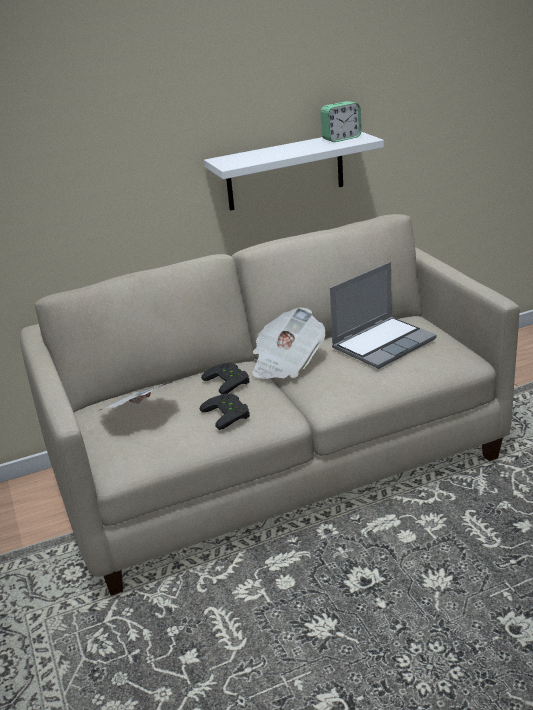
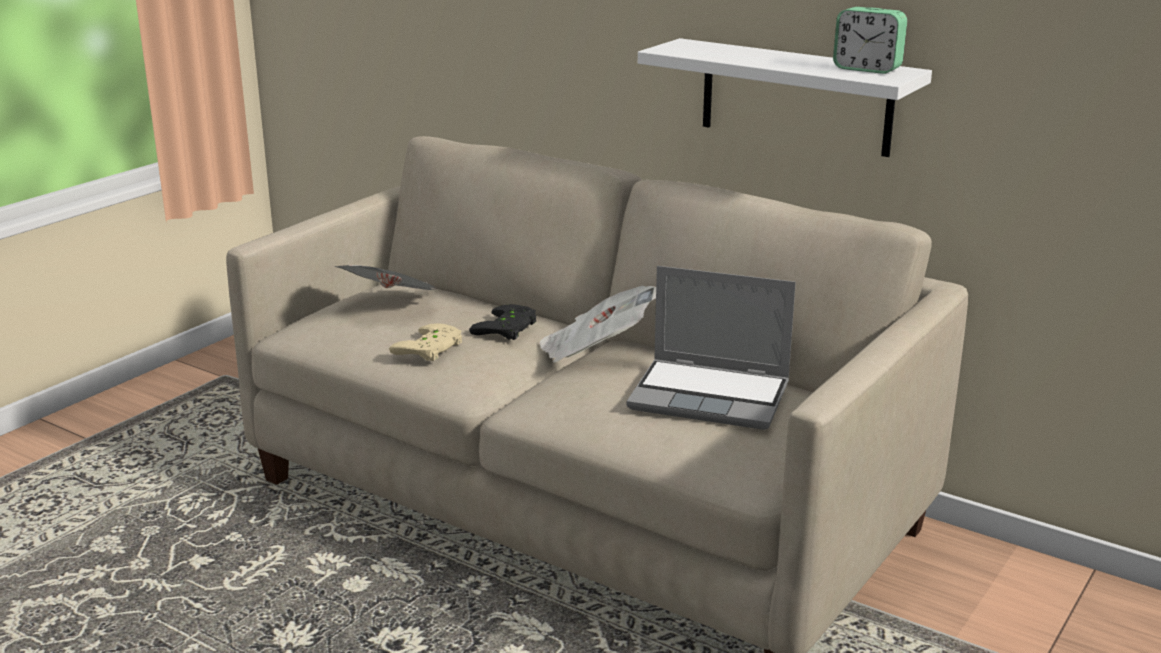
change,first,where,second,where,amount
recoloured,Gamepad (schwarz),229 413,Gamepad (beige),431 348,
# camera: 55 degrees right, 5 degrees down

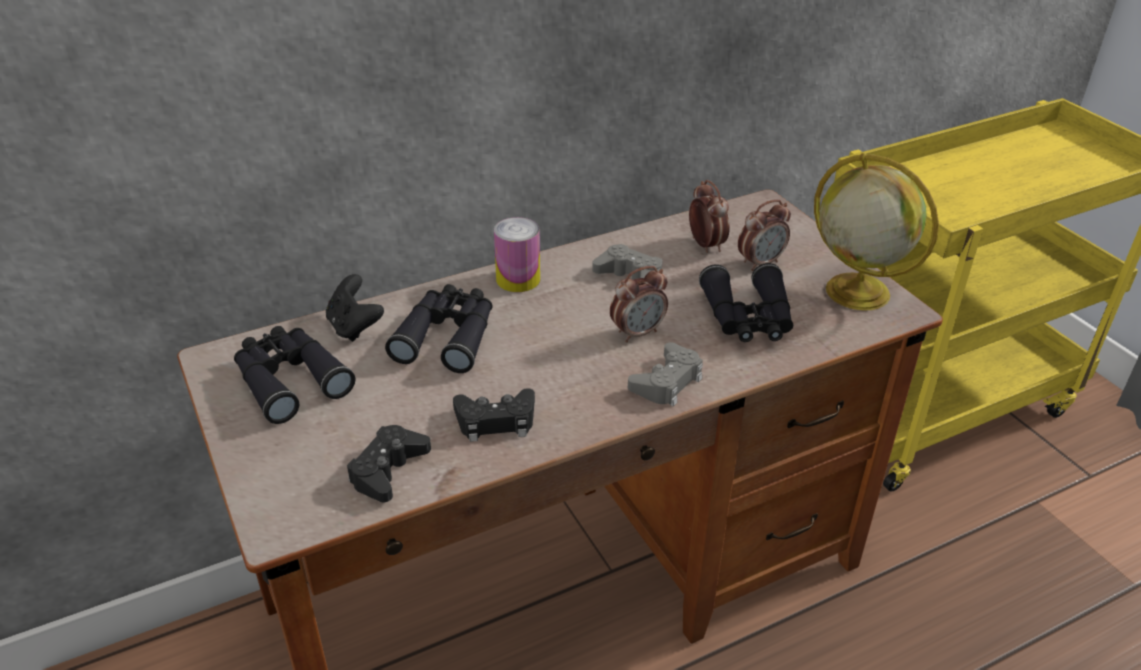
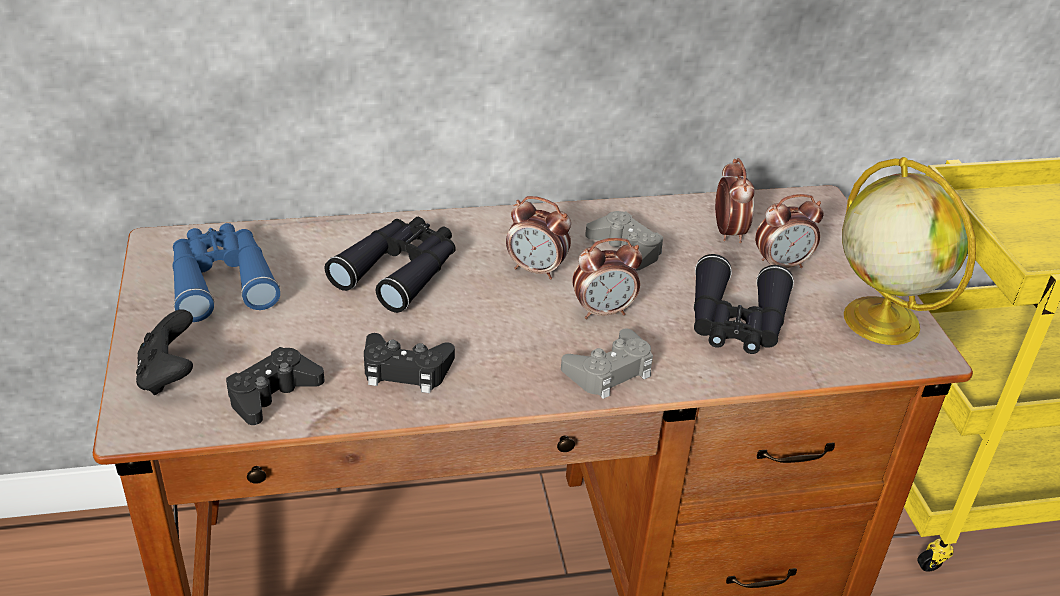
change,first,where,second,where,amount
removed,Dose,518 279,,,
moved,Gamepad (schwarz),354 327,,169 375,
recoloured,Fernglas (schwarz),289 380,Fernglas (blau),221 281,
added,,,Wecker,537 270,
# camera: 15 degrees right, 0 degrees up

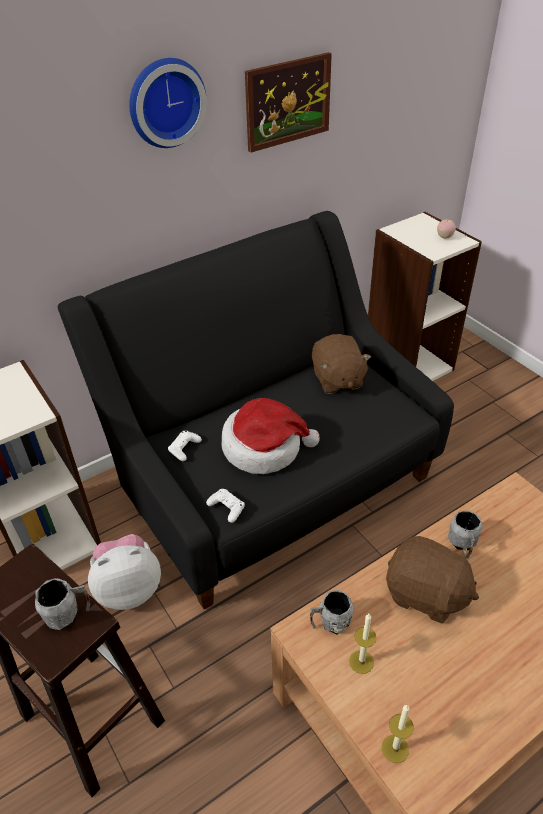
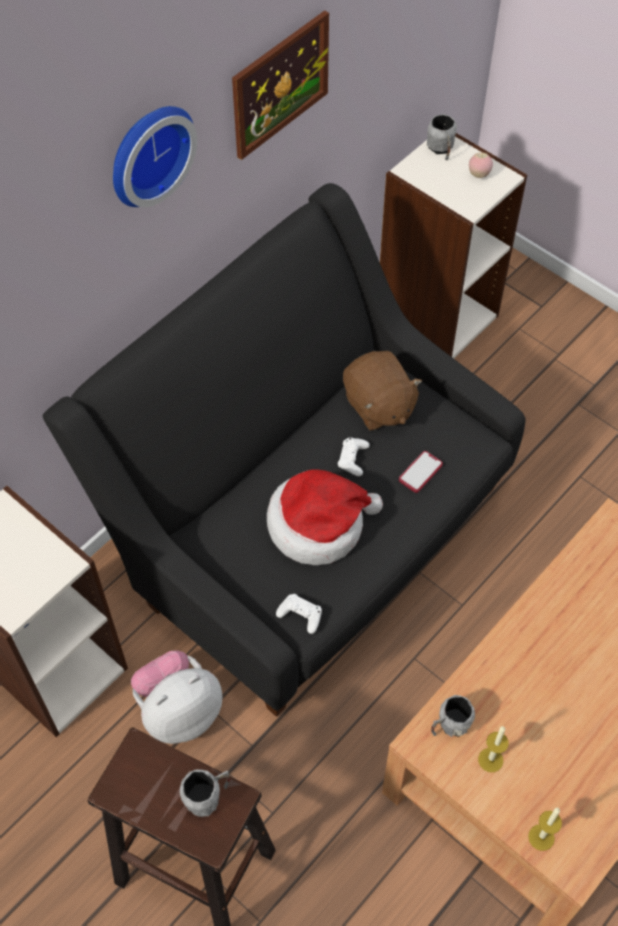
change,first,where,second,where,amount
moved,Gamepad (weiß),184 448,,353 459,
moved,Henkelbecher (grau),462 544,,441 149,
removed,Plüschtier (braun),426 594,,,
added,,,Handy,420 472,
# camera: 15 degrees left, 15 degrees up

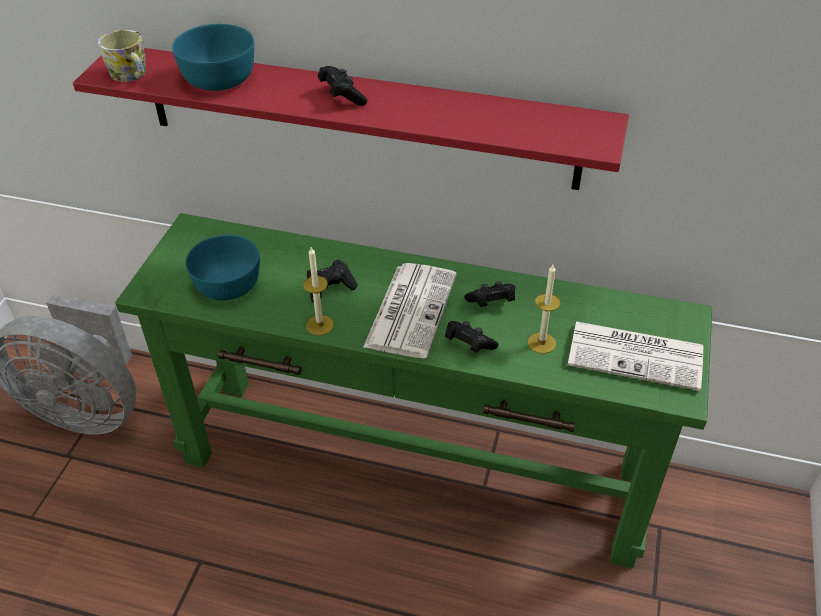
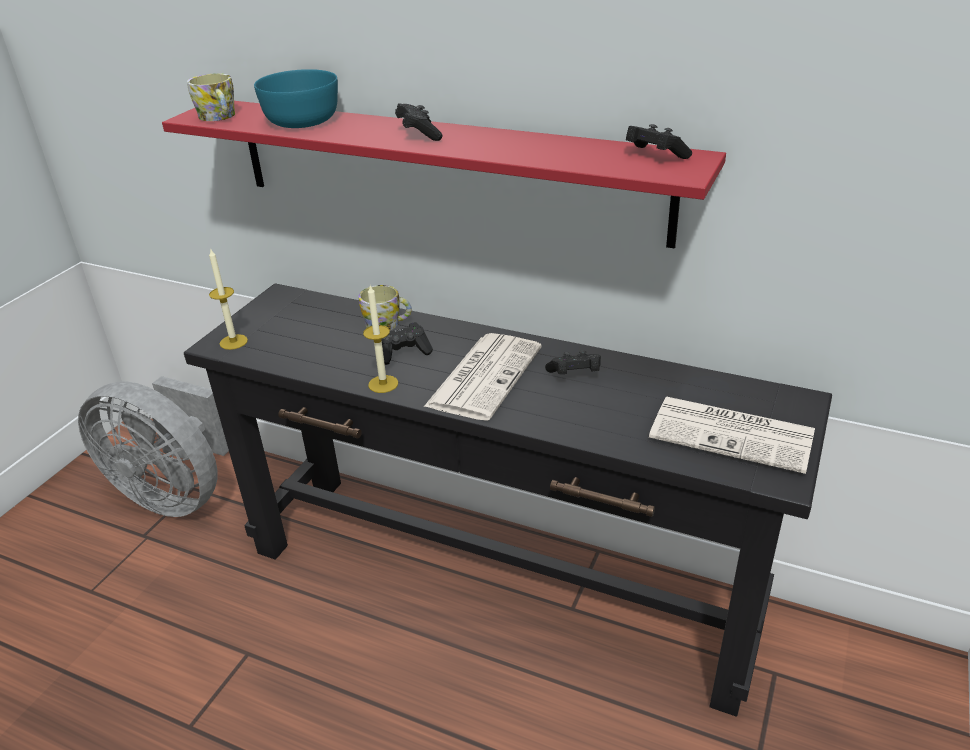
change,first,where,second,where,amount
recoloured,Konsolentisch (grün),413 466,Konsolentisch (schwarz),497 579,
removed,Schüssel (türkis),228 285,,,
moved,Kerze,541 343,,233 342,
moved,Gamepad (schwarz),468 344,,654 156,
added,,,Henkelbecher,387 324,
# camera: 10 degrees right, 10 degrees down

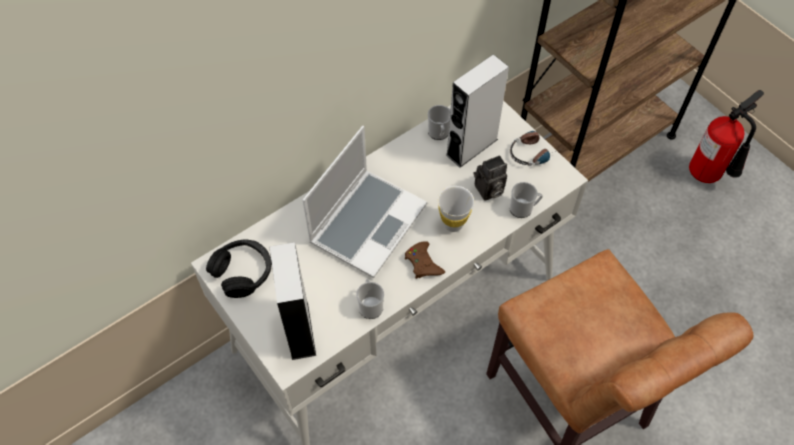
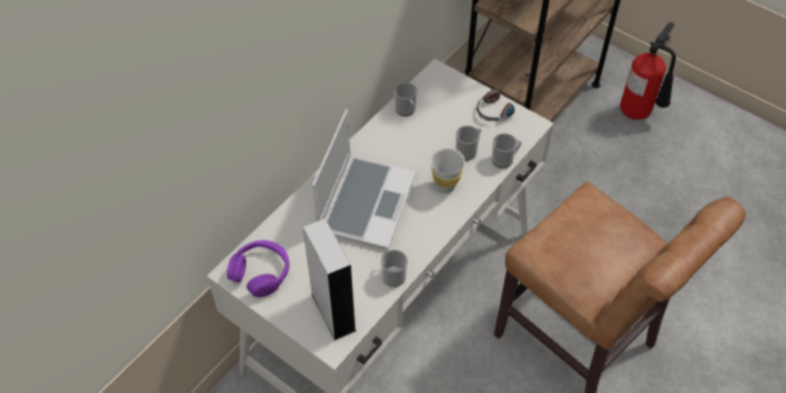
change,first,where,second,where,amount
removed,Lautsprecher (grau),471 147,,,
replaced,Kamera,488 191,Henkelbecher,468 151,
recoloured,Kopfhörer (schwarz),243 272,Kopfhörer (lila),261 272,
removed,Gamepad (braun),423 263,,,
# camera: 15 degrees left, 5 degrees down

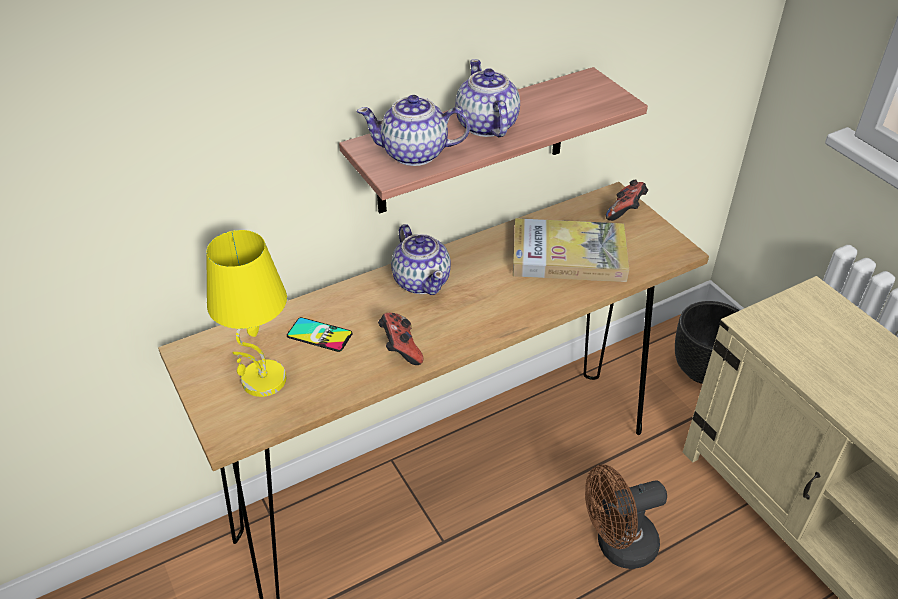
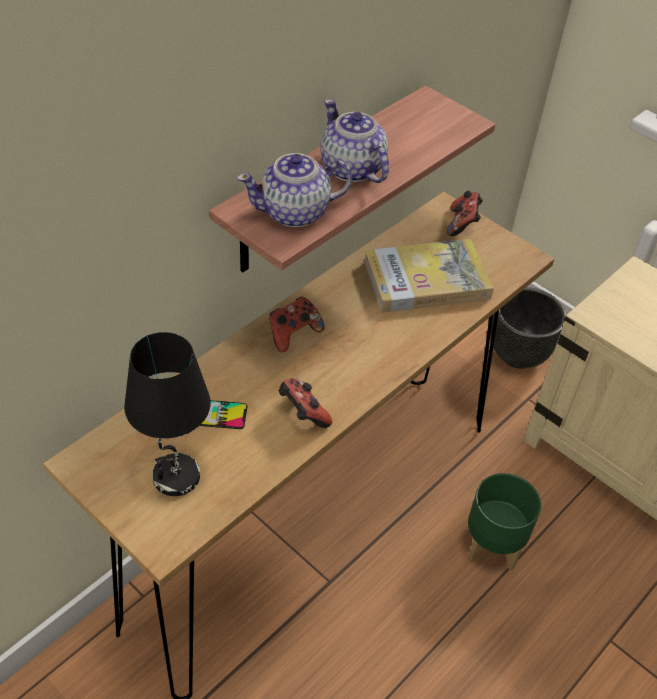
change,first,where,second,where,amount
replaced,Teekanne,421 280,Gamepad,293 334,
recoloured,Tischlampe (gelb),263 381,Tischlampe (schwarz),176 477,
replaced,Ventilator (braun),617 546,Pflanzkübel (grün),493 546,
# camera: 20 degrees left, 5 degrees up

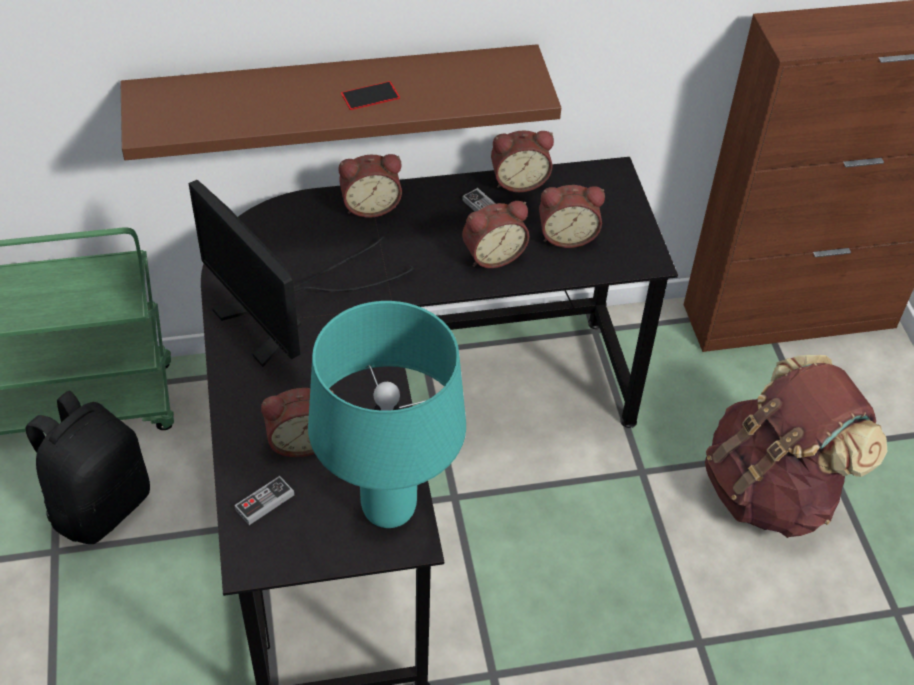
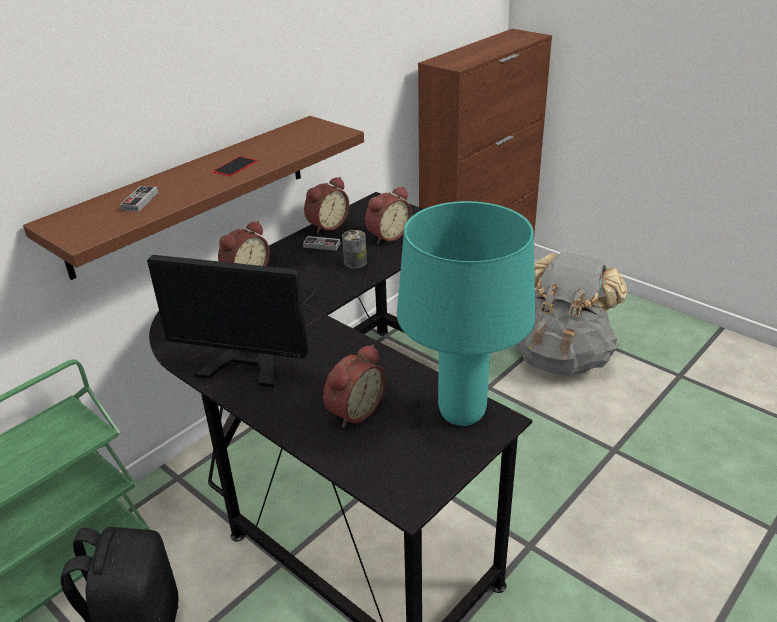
change,first,where,second,where,amount
replaced,Wecker,492 255,Dose,355 262,
recoloured,Rucksack (braun),772 490,Rucksack (grau),561 357,
moved,Gamepad,265 502,,140 201,
# camera: 35 degrees left, 15 degrees down

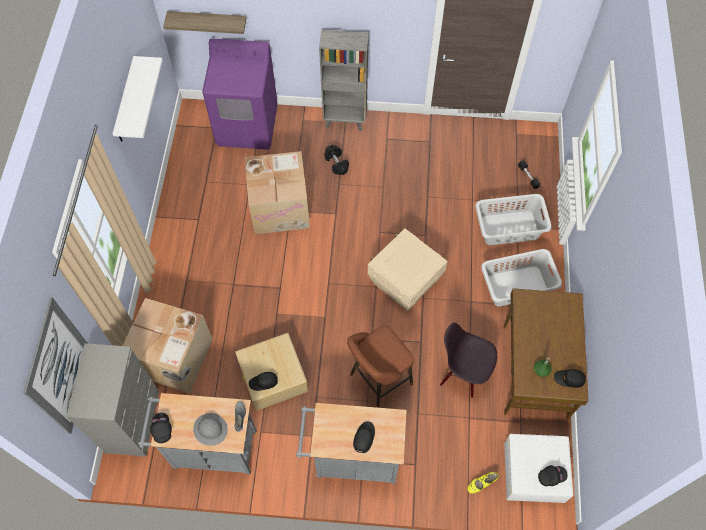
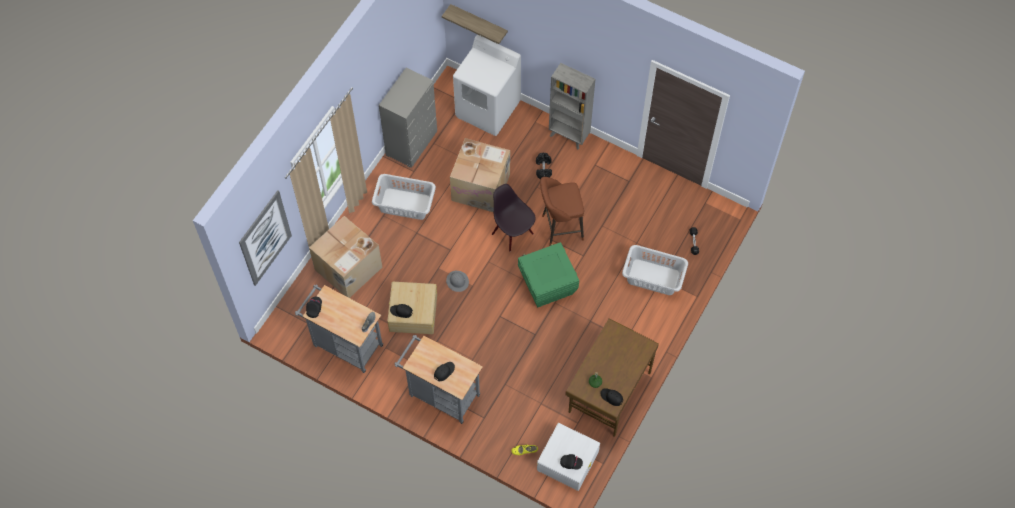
change,first,where,second,where,amount
recoloured,Waschmaschine (lila),247 126,Waschmaschine (weiß),488 109,
removed,Wandregal (weiß),126 102,,,
recoloured,Aufbewahrungsbox (beige),404 282,Aufbewahrungsbox (grün),547 285,
moved,Wäschekorb (grau),516 285,,404 203,
moved,Stuhl (schwarz),463 373,,513 233,
moved,Hocker (braun),378 381,,559 228,
moved,Kommode (grau),133 421,,412 143,
moved,Schutzhelm (grau),210 429,,457 281,
# camera: 25 degrees right, 0 degrees up

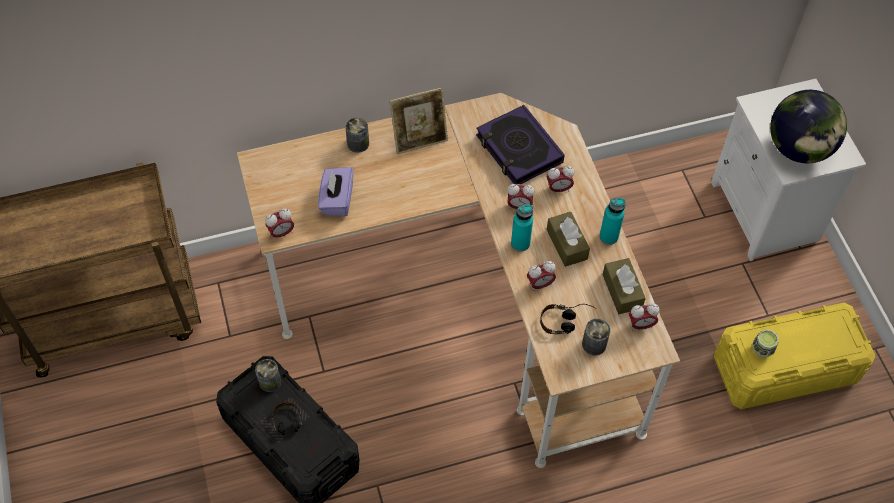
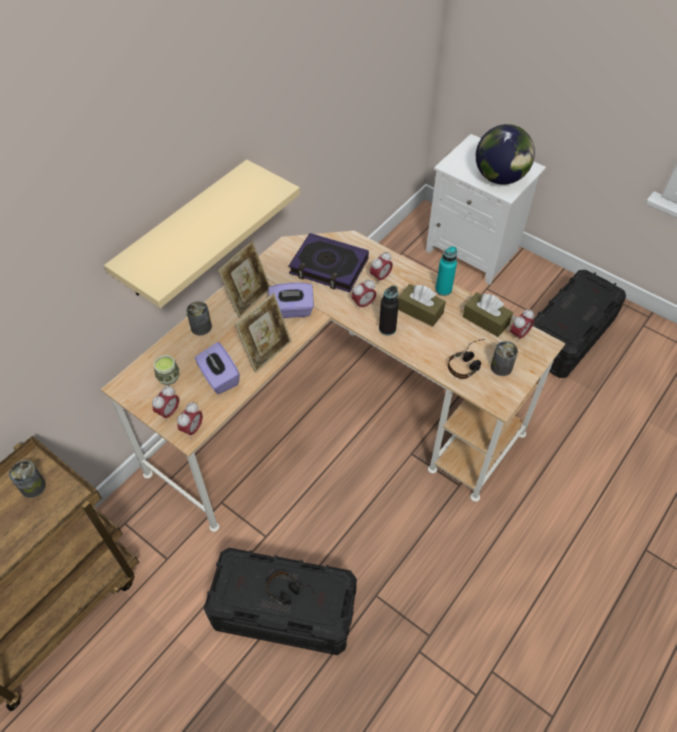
change,first,where,second,where,amount
recoloured,Flasche (türkis),520 243,Flasche (schwarz),387 329,
moved,Wecker,540 284,,169 412,
recoloured,Aufbewahrungsbox (gelb),785 368,Aufbewahrungsbox (schwarz),566 336,
moved,Tasse,762 349,,168 377,
moved,Dose,270 382,,33 486,
added,,,Wandregal (beige),184 231,
added,,,Taschentuchbox (lila),292 310,
added,,,Bilderrahmen,266 351,
# camera: 35 degrees left, 5 degrees down

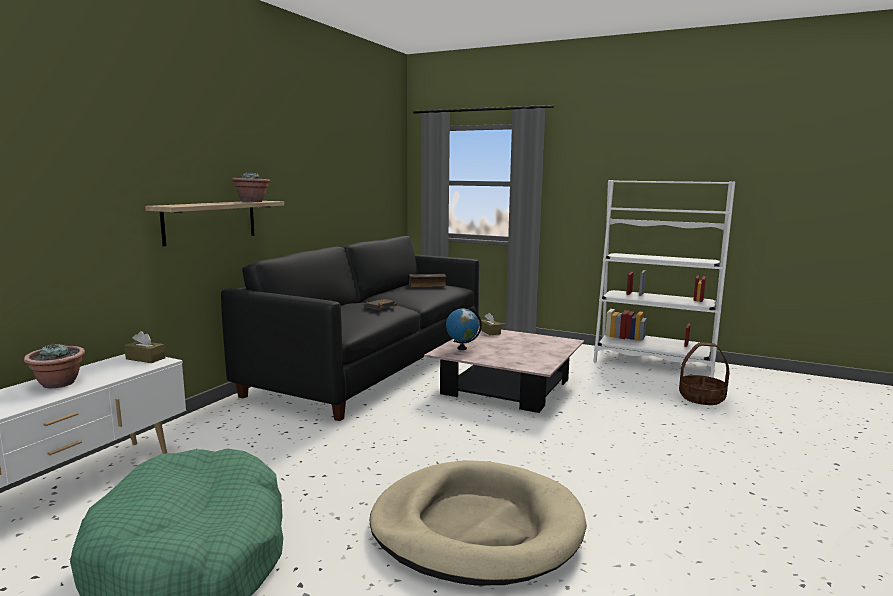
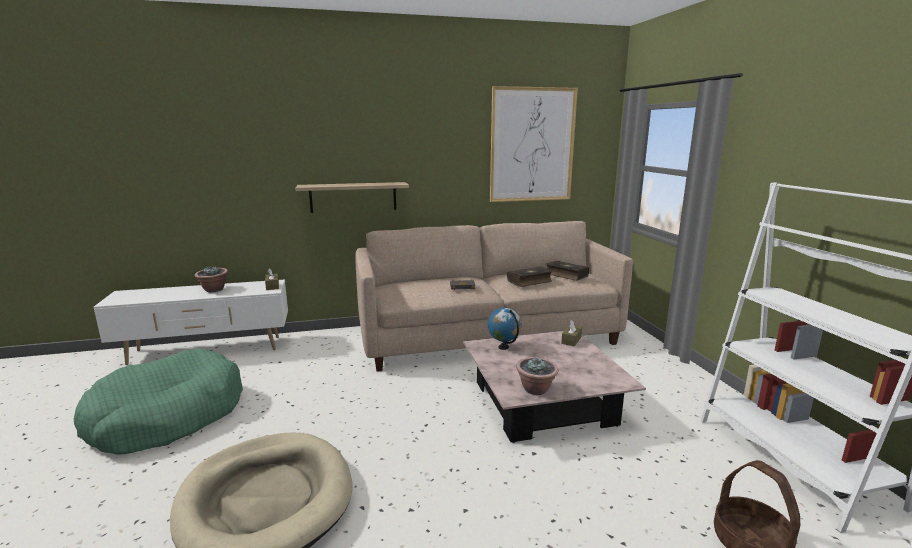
change,first,where,second,where,amount
moved,Topfpflanze,252 201,,536 389,
recoloured,Sofa (schwarz),373 365,Sofa (beige),487 336,
added,,,Bild,532 145,
added,,,Buch,530 281,
# camera: 50 degrees right, 5 degrees up

